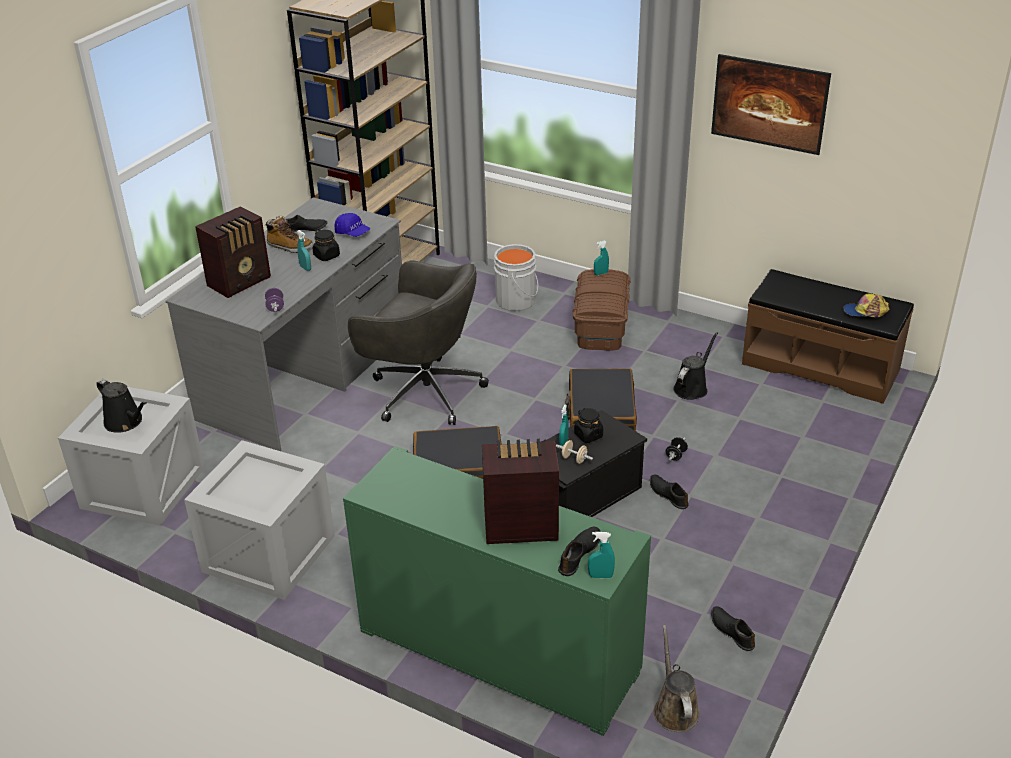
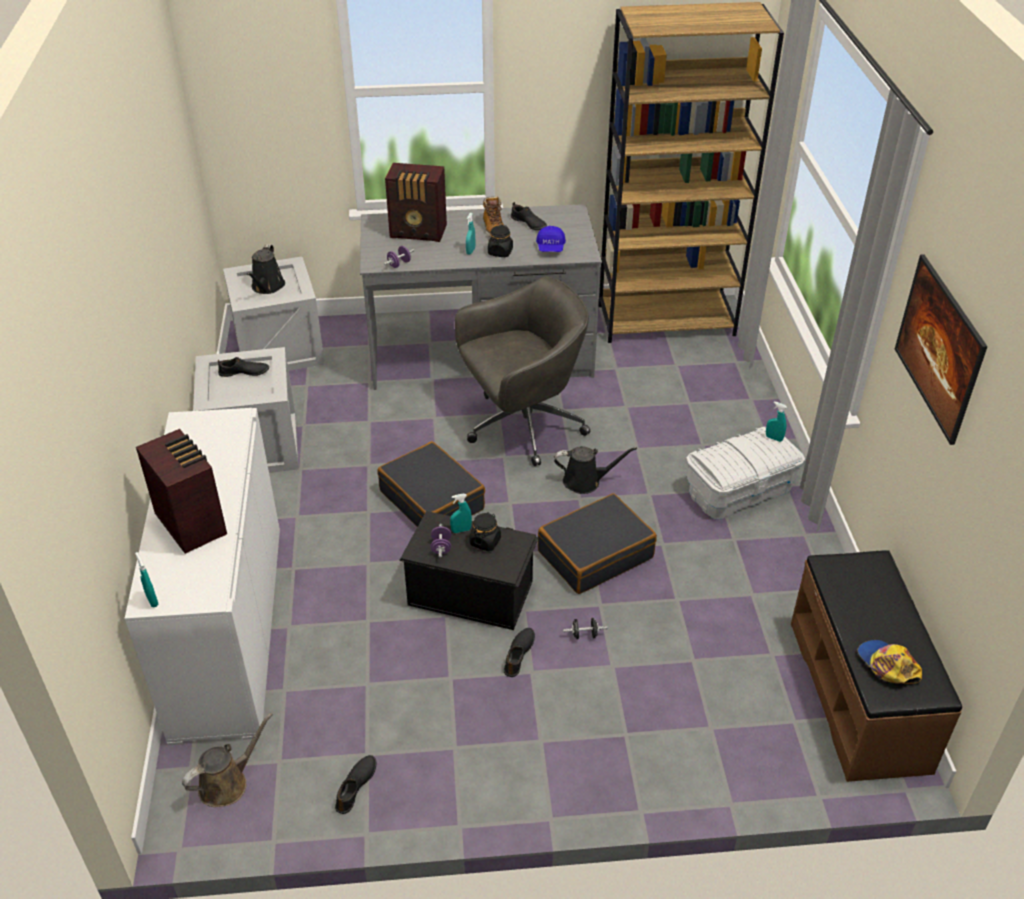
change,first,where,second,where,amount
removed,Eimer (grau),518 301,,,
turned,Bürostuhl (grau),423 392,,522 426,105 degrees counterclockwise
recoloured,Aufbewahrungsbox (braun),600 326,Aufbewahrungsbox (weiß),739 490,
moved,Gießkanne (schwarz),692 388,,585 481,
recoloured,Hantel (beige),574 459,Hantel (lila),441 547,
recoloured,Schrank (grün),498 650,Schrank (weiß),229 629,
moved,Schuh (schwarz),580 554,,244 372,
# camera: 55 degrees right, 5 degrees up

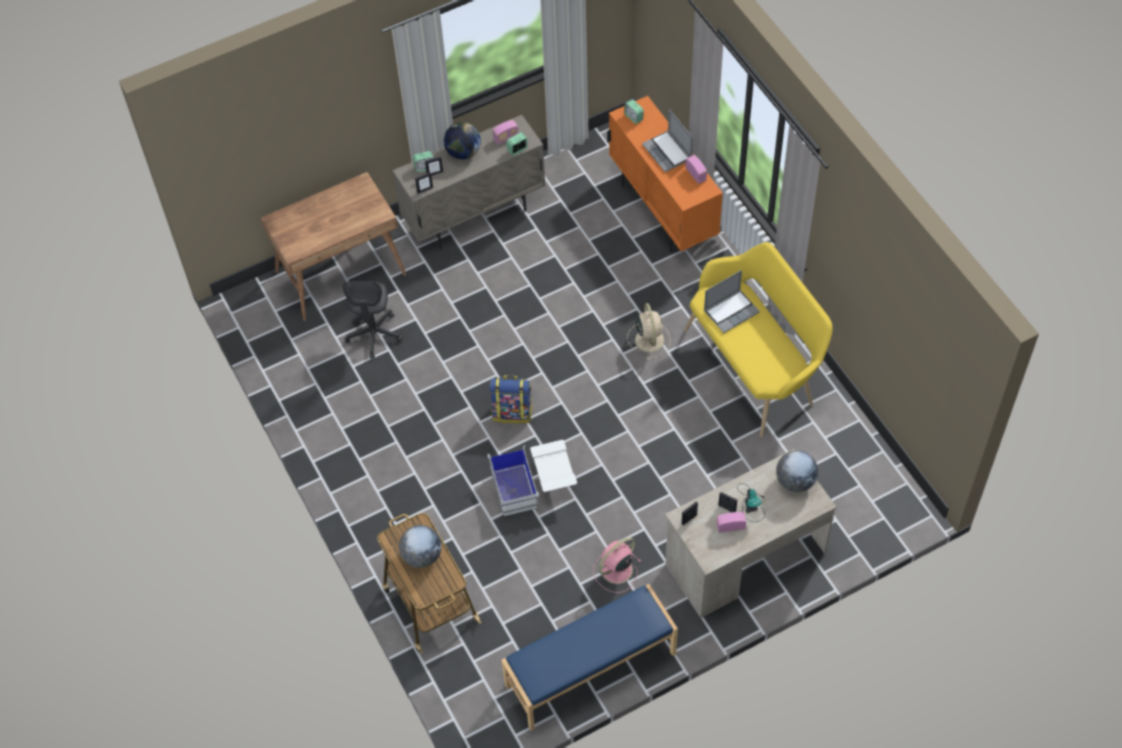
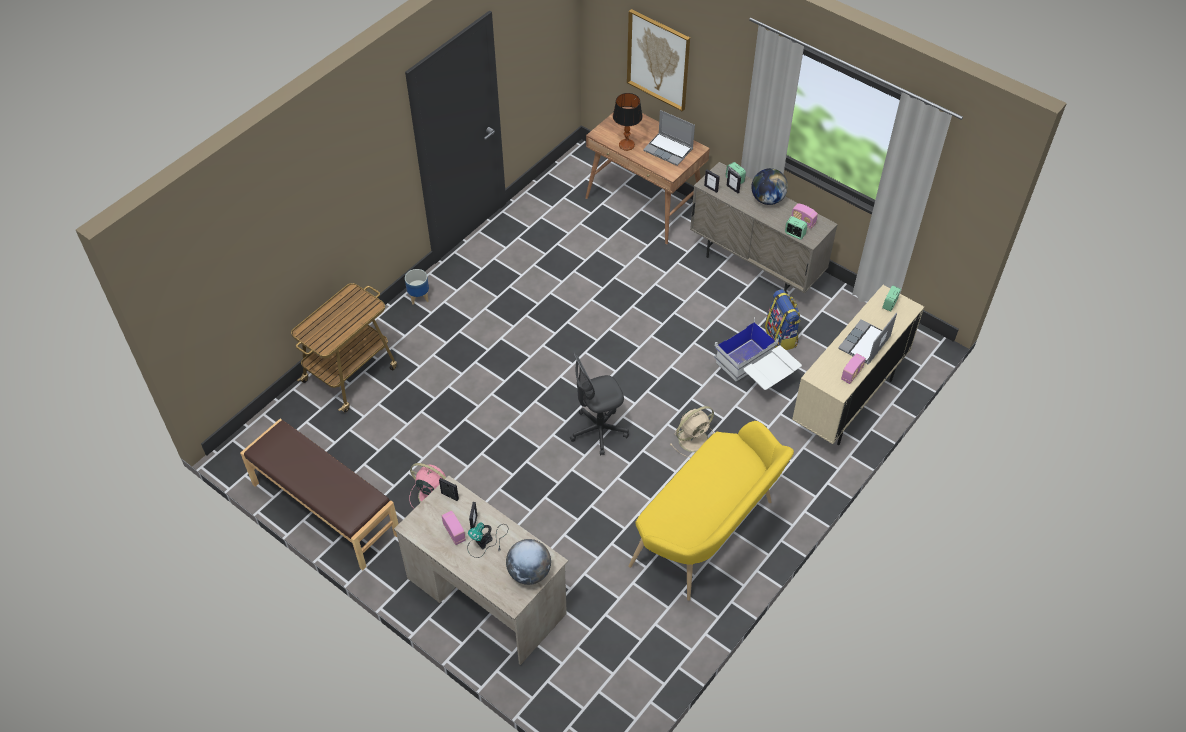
change,first,where,second,where,amount
recoloured,Schrank (orange),663 211,Schrank (beige),847 402,
moved,Laptop,731 311,,669 150,
moved,Bürostuhl (grau),374 334,,598 431,
moved,Rucksack,512 412,,781 337,
moved,Aufbewahrungsbox (weiß),534 486,,755 373,
removed,Globus,422 555,,,
recoloured,Bank (blau),591 670,Bank (braun),325 509,
added,,,Bild,658 60,
added,,,Tischlampe,626 145,
added,,,Pflanzkübel,419 297,
# camera: 65 degrees right, 5 degrees down

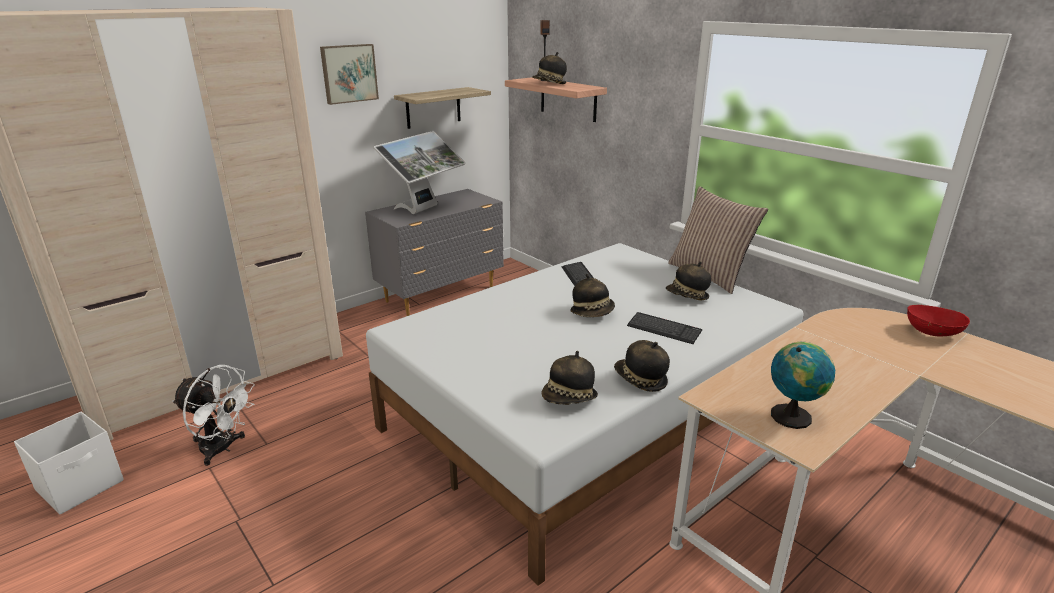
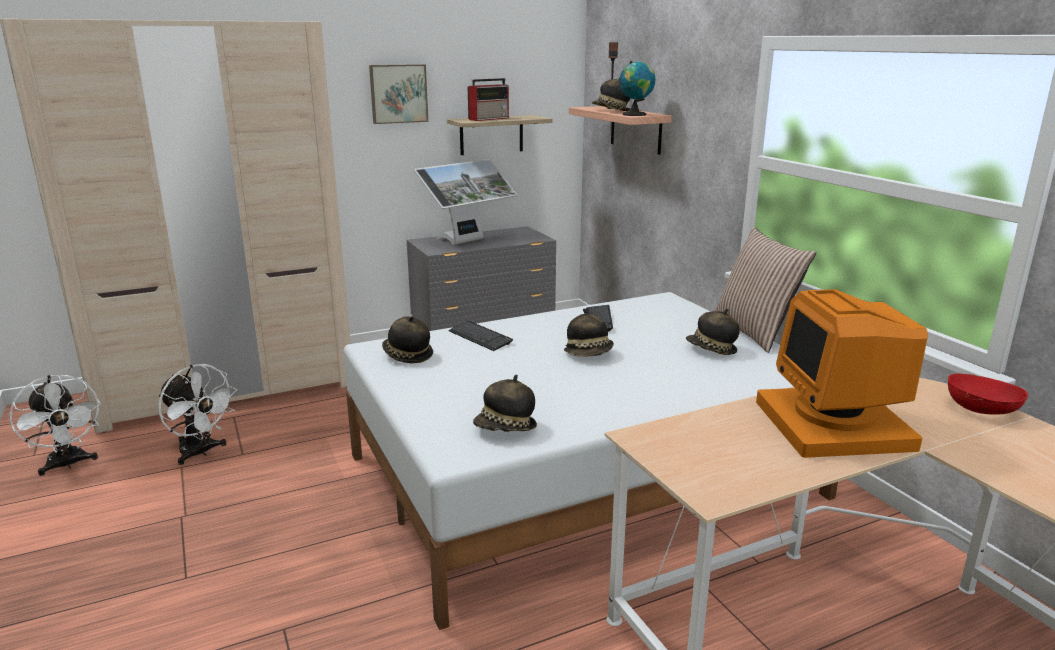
change,first,where,second,where,amount
moved,Tastatur,664 329,,480 337,
moved,Hut,640 380,,407 355,
moved,Globus,792 415,,636 114,
replaced,Aufbewahrungsbox (weiß),81 485,Ventilator (weiß),68 464,
added,,,Radio,489 119,
added,,,Monitor,836 425,
# camera: 15 degrees right, 5 degrees down

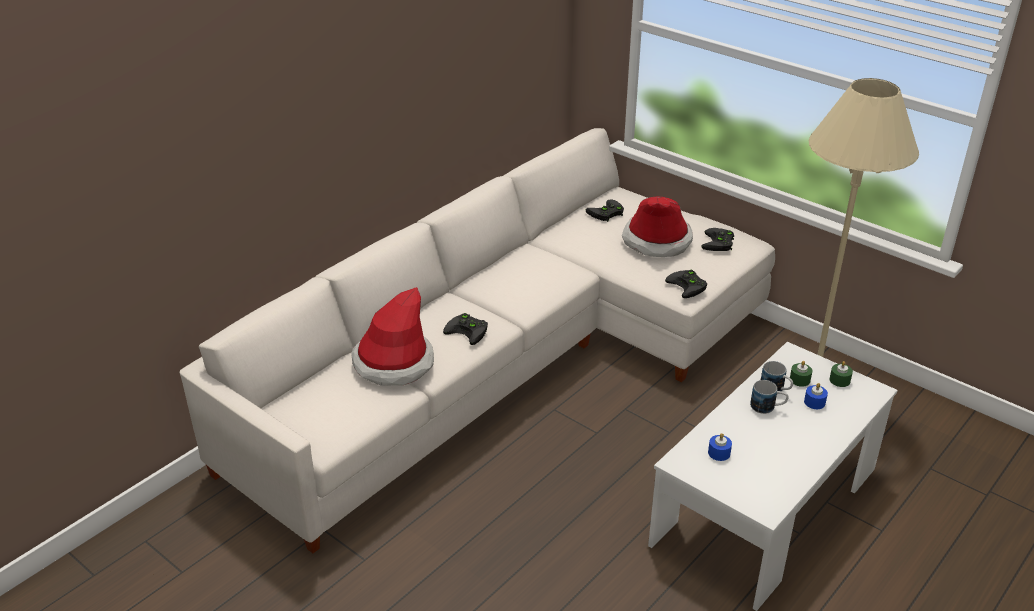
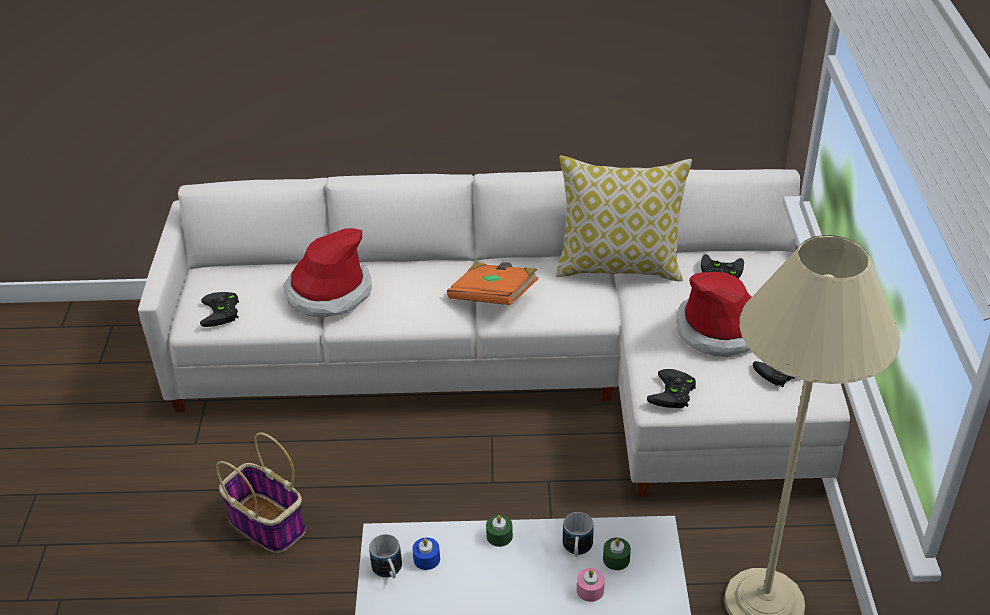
change,first,where,second,where,amount
moved,Gamepad (schwarz),469 331,,222 312,
moved,Kerze (grün),839 380,,499 536,
moved,Henkelbecher,767 407,,389 571,
recoloured,Kerze (blau),814 402,Kerze (rosa),590 590,
added,,,Kissen,620 266,
added,,,Buch (orange),493 296,
added,,,Korb,266 524,
# camera: 50 degrees right, 5 degrees up

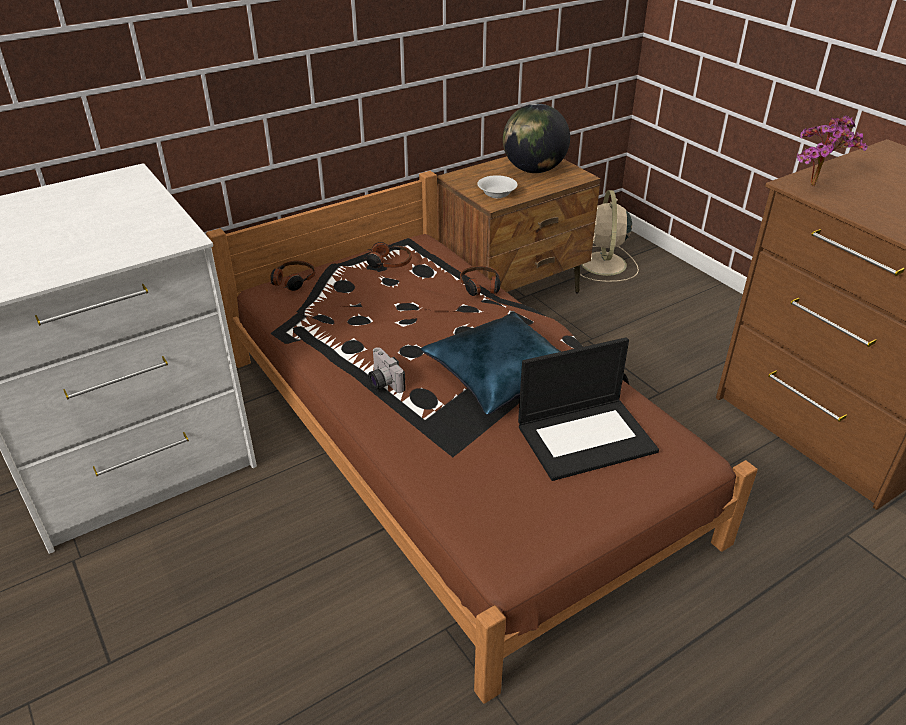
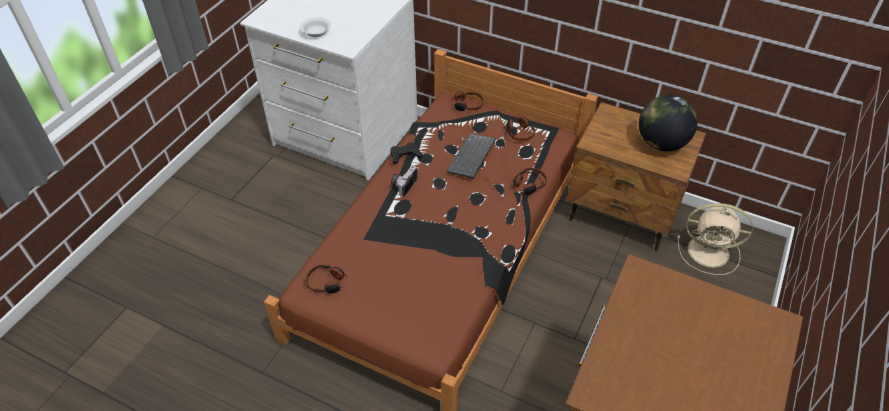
change,first,where,second,where,amount
removed,Topfpflanze,816 187,,,
moved,Schüssel (weiß),496 194,,316 32,
turned,Ventilator (beige),603 265,,710 252,135 degrees counterclockwise
removed,Kissen (blau),503 374,,,
removed,Laptop,586 437,,,
added,,,Tastatur,472 157,
added,,,Gamepad (schwarz),405 155,
added,,,Kopfhörer,326 283,
# camera: 60 degrees right, 10 degrees up

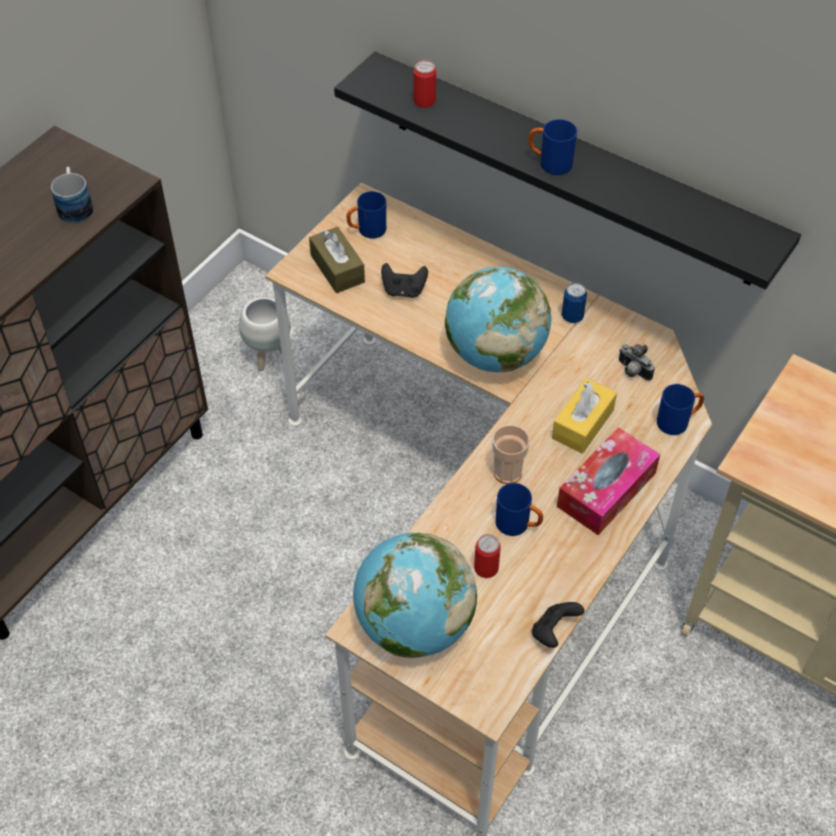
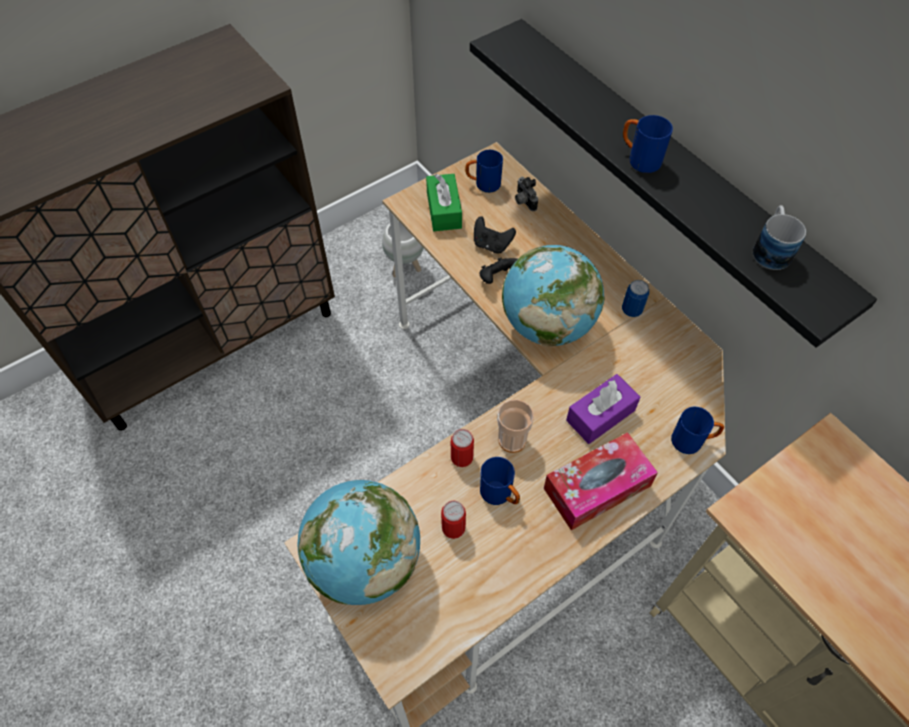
change,first,where,second,where,amount
moved,Dose,424 101,,462 457,
moved,Henkelbecher,75 206,,771 248,
recoloured,Taschentuchbox (braun),337 269,Taschentuchbox (grün),444 210,
moved,Kamera,632 371,,523 201,
recoloured,Taschentuchbox (gelb),582 424,Taschentuchbox (lila),600 415,
moved,Gamepad (schwarz),553 631,,497 278,
# camera: 20 degrees right, 5 degrees up

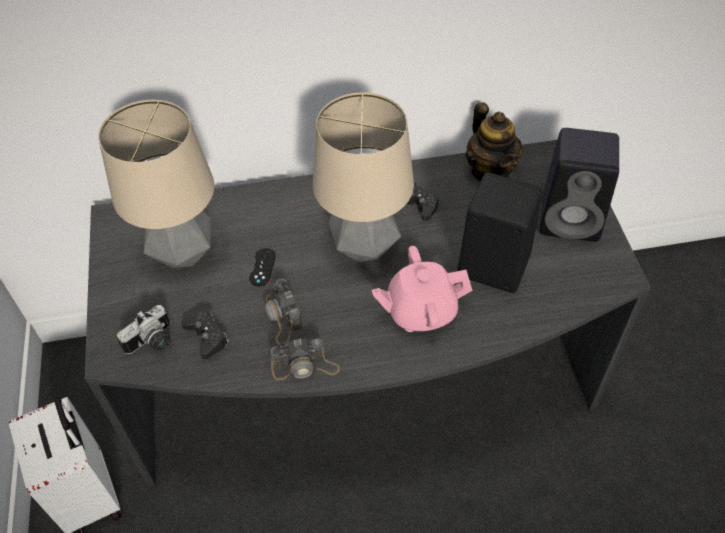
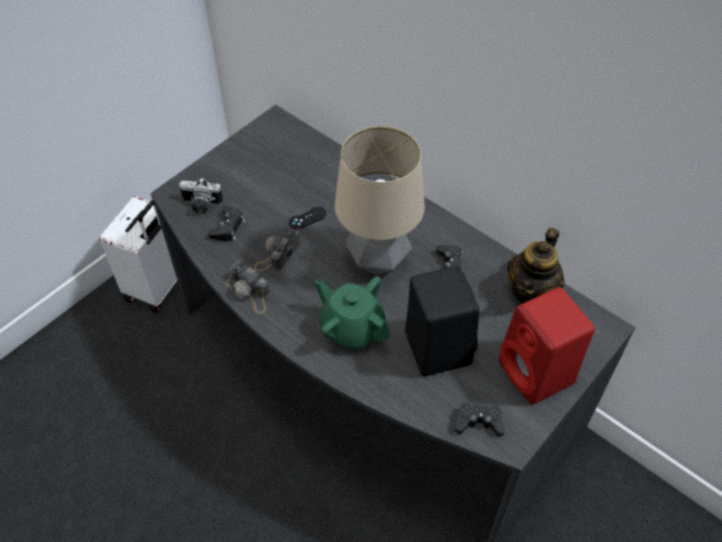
change,first,where,second,where,amount
removed,Tischlampe,183 253,,,
recoloured,Lautsprecher (schwarz),572 219,Lautsprecher (rot),538 374,
recoloured,Teekanne (rosa),420 311,Teekanne (grün),352 328,
added,,,Gamepad (schwarz),478 422,
# camera: 50 degrees right, 0 degrees up

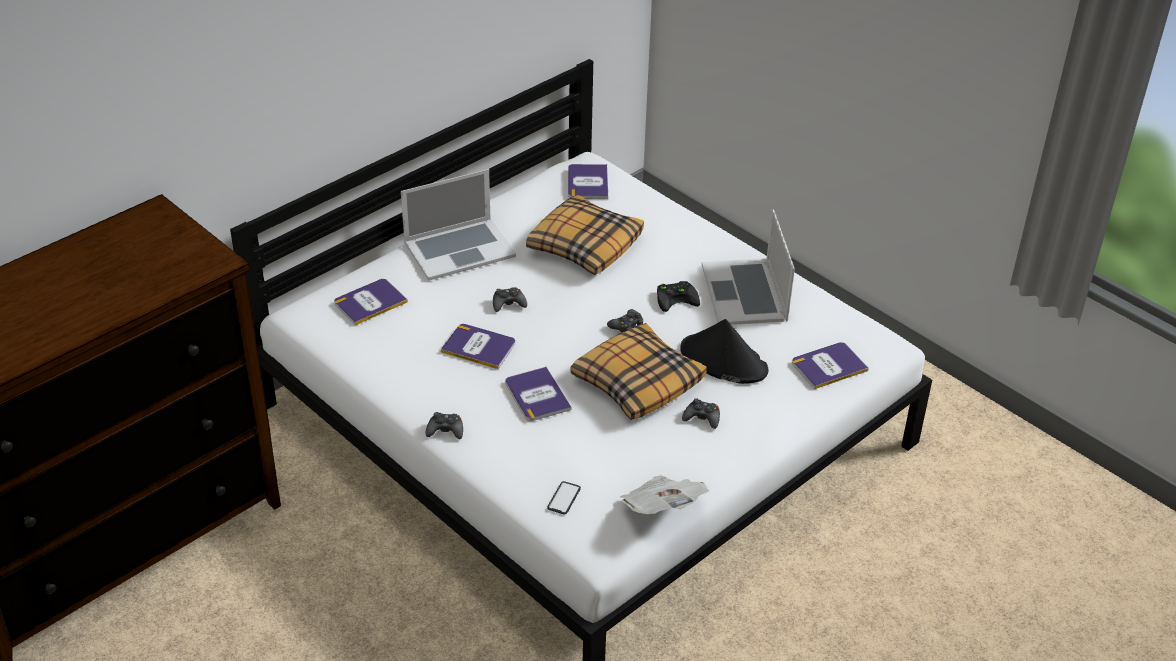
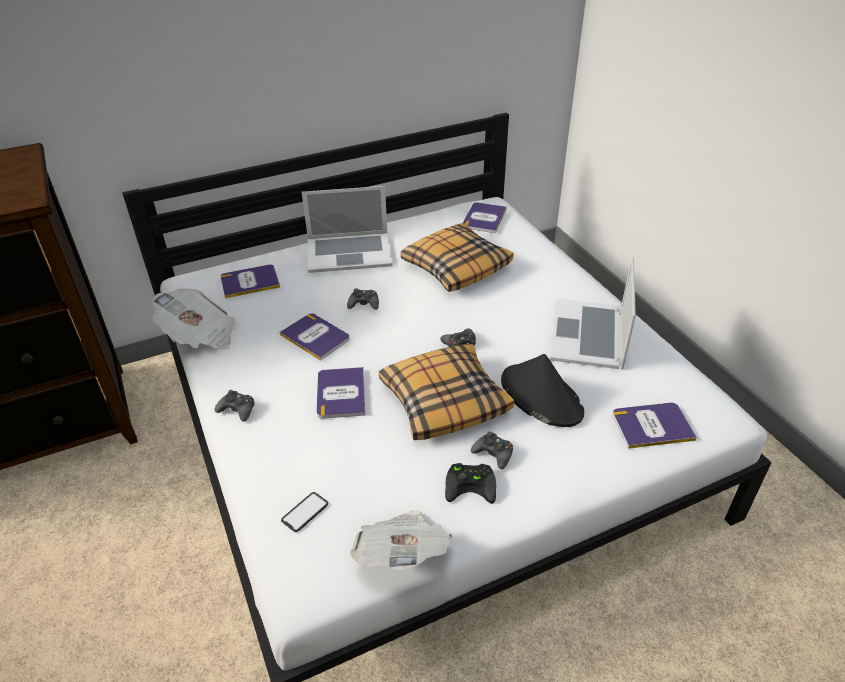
change,first,where,second,where,amount
moved,Gamepad (schwarz),677 297,,472 484,
added,,,Zeitung,200 336,
# camera: 20 degrees right, 0 degrees up

